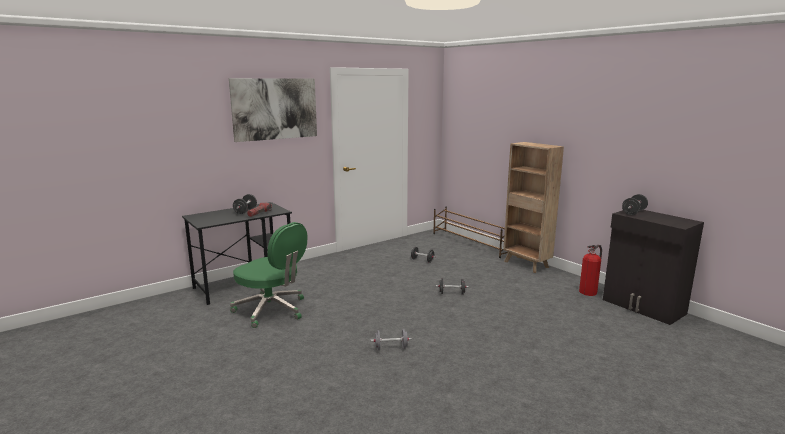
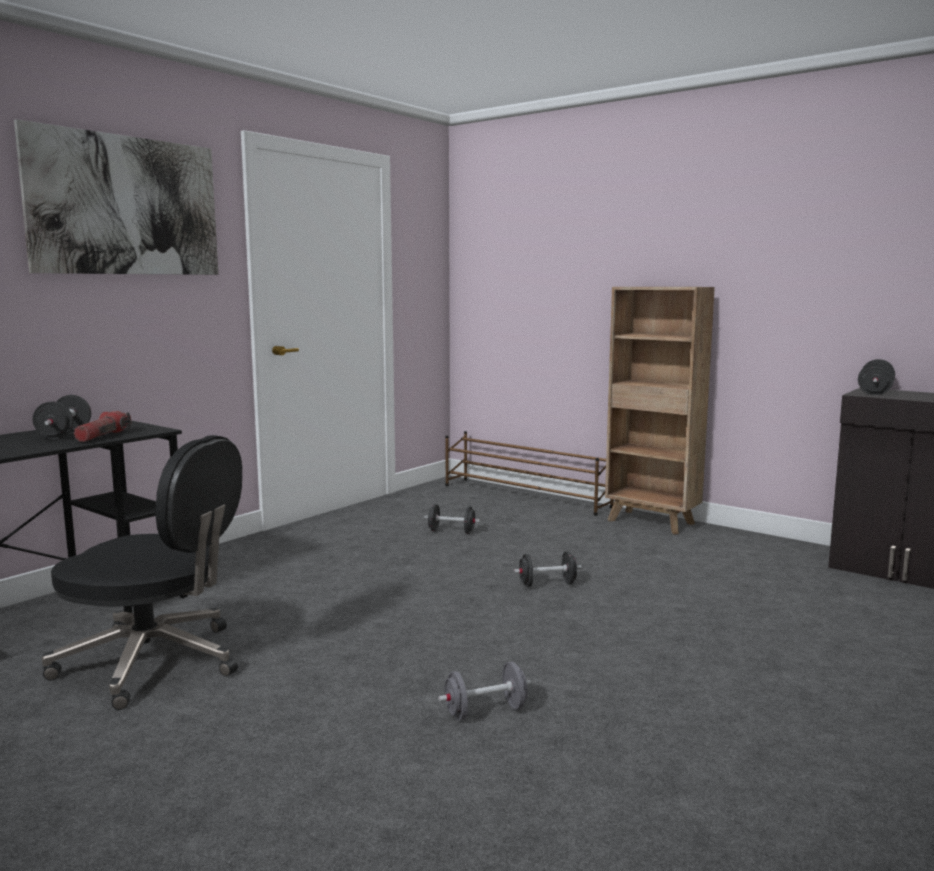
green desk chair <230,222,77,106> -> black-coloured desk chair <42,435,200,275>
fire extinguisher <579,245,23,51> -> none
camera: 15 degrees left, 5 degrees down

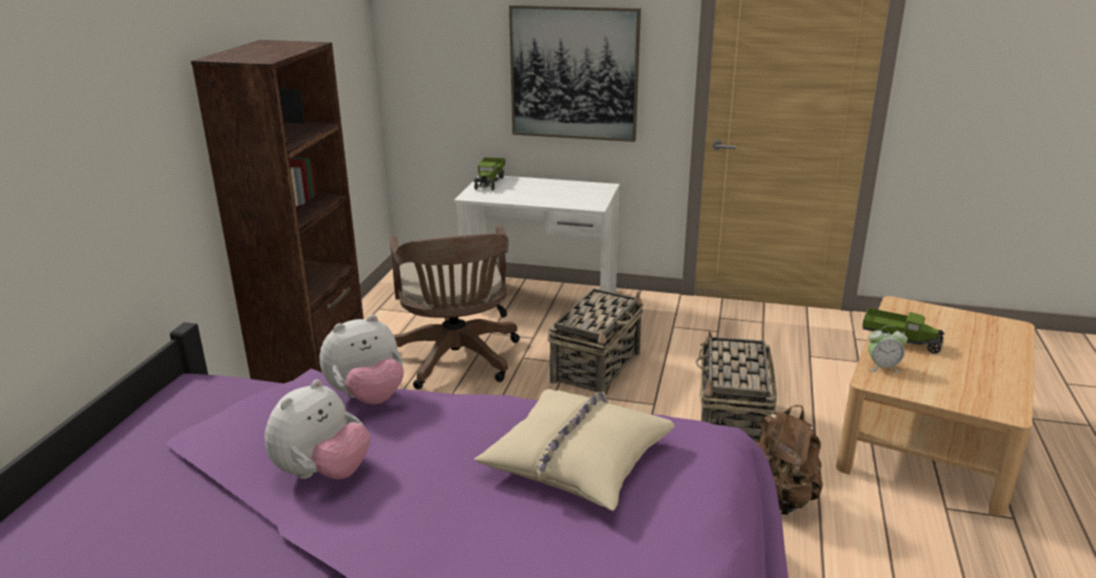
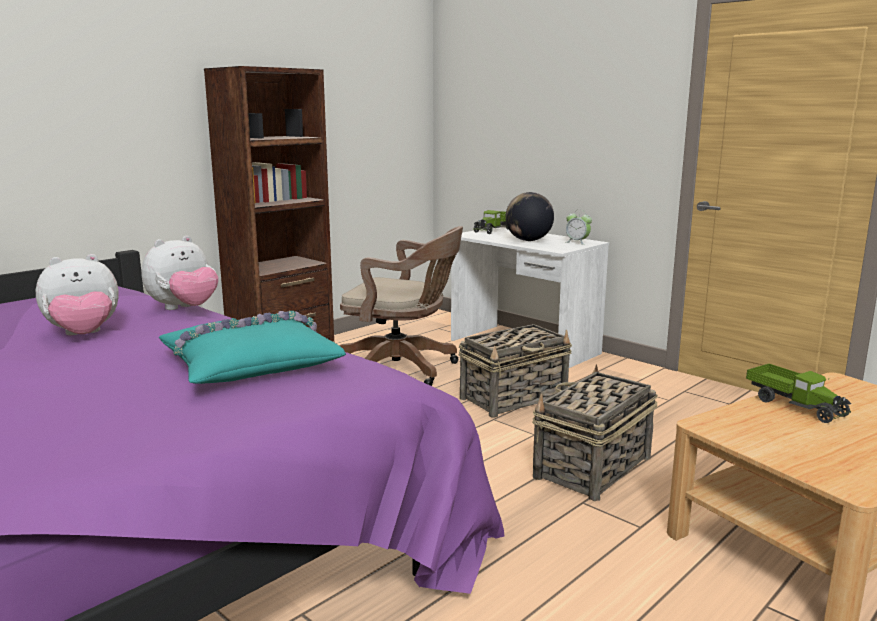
soft toy <320,315,84,89> -> soft toy <141,236,77,74>, 45 degrees counterclockwise
beige-coloured throw pillow <474,389,201,122> -> turquoise-coloured throw pillow <159,311,187,73>
brown desk chair <390,226,130,163> -> brown desk chair <339,226,124,160>, 90 degrees counterclockwise
none -> globe <505,192,49,49>
bedside clock <868,326,40,46> -> bedside clock <566,210,26,35>, moved
wall art <509,5,132,137> -> none
brown knapsack <756,405,67,110> -> none
camera: 30 degrees right, 10 degrees down

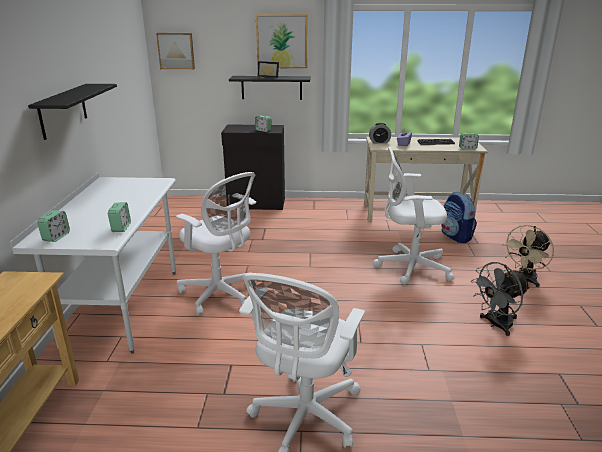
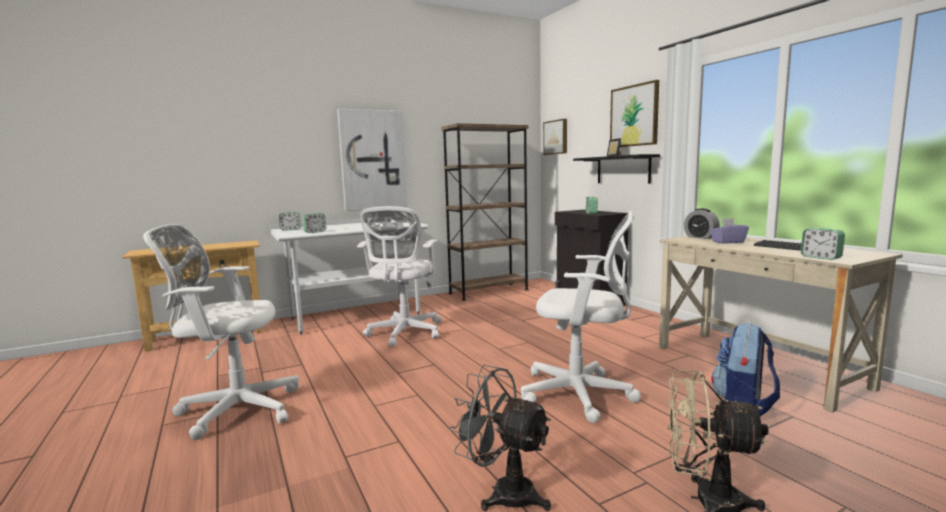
black-coloured shelf <28,84,89,56> -> wall art <337,109,70,102>
none -> brown bookshelf <441,123,88,178>
white desk chair <373,147,82,138> -> white desk chair <521,211,120,212>, 135 degrees clockwise
camera: 60 degrees right, 15 degrees down

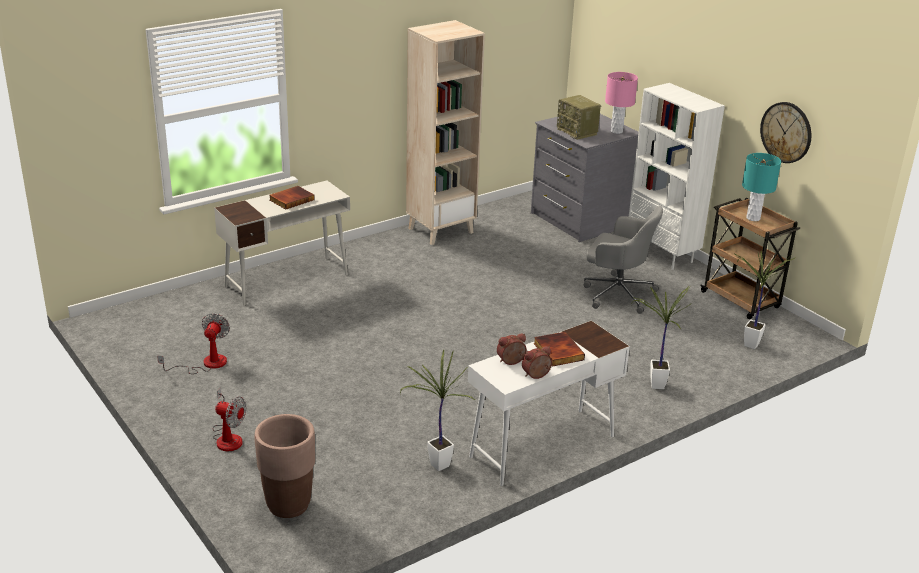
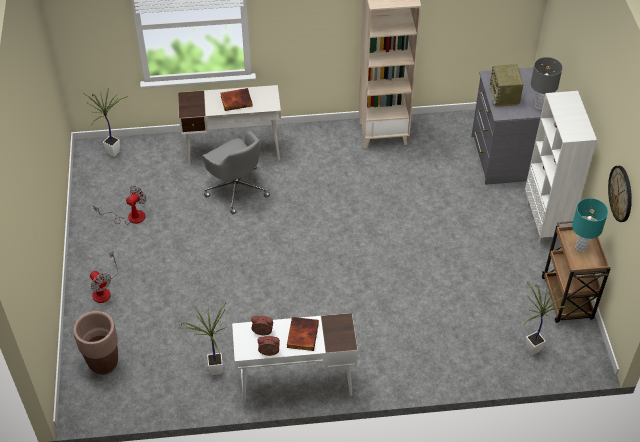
plant in a pot <631,286,61,103> -> plant in a pot <83,88,43,69>, moved
grey desk chair <584,206,79,108> -> grey desk chair <202,131,68,84>, moved
pink tabletop lamp <605,72,33,62> -> grey tabletop lamp <531,57,32,53>
camera: 30 degrees right, 20 degrees up

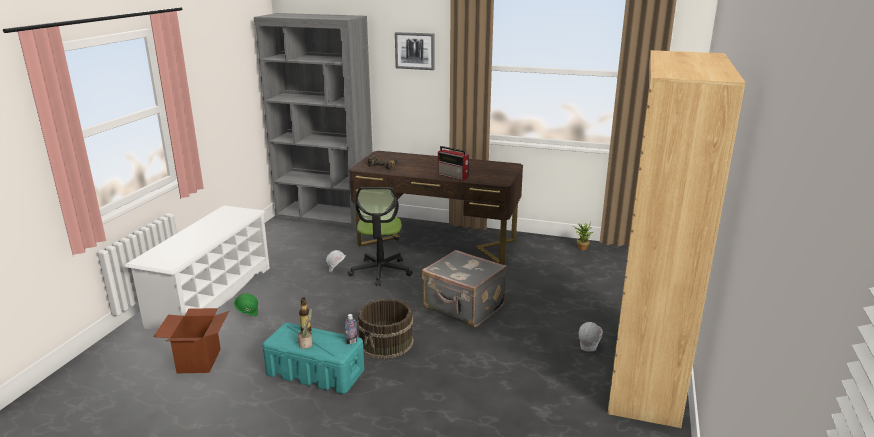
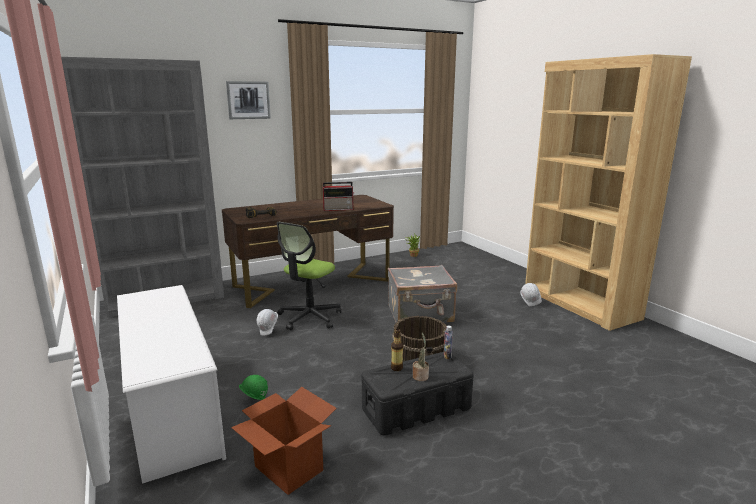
desk chair <348,187,64,99> -> desk chair <277,222,64,108>, 75 degrees clockwise
turquoise-coloured storage container <263,323,101,71> -> black-coloured storage container <362,352,112,84>
camera: 45 degrees left, 5 degrees down

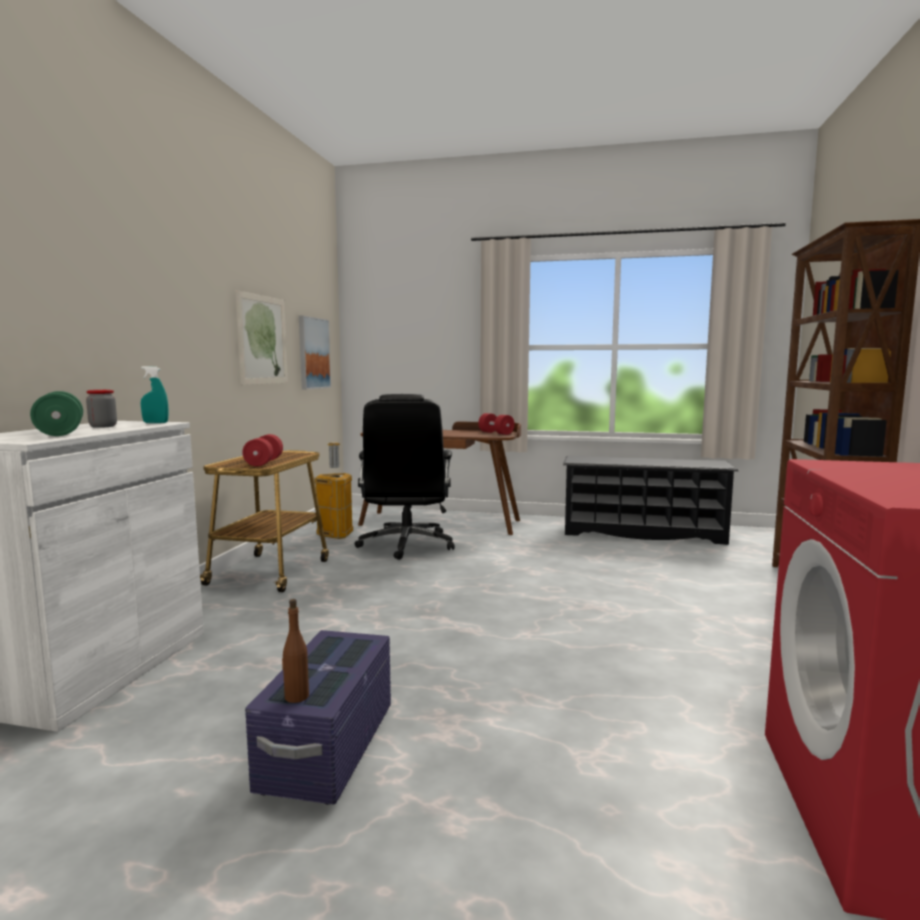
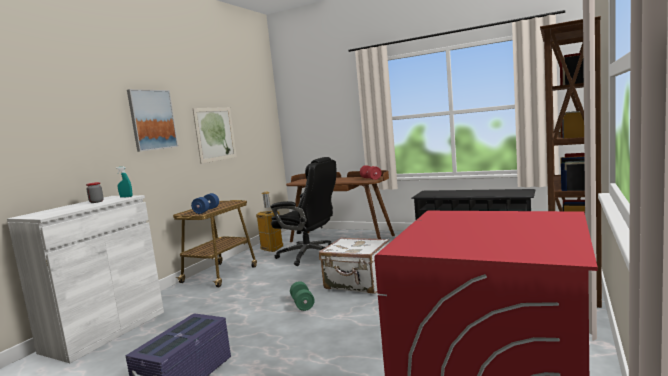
wall art <299,316,32,74> -> wall art <127,89,51,63>, moved
red-coloured hand weight <242,434,41,32> -> blue-coloured hand weight <191,193,28,21>
black-coloured desk chair <355,394,100,166> -> black-coloured desk chair <271,157,66,109>, 75 degrees counterclockwise
green hand weight <30,391,53,45> -> green hand weight <290,281,25,30>, moved
none -> white travel case <319,237,71,57>
brown drink bottle <282,599,27,104> -> none
camera: 15 degrees right, 0 degrees up

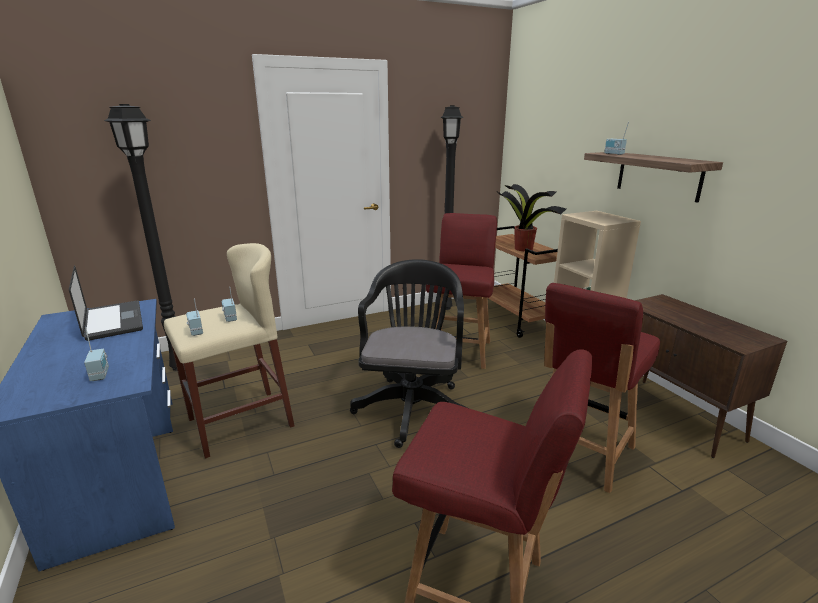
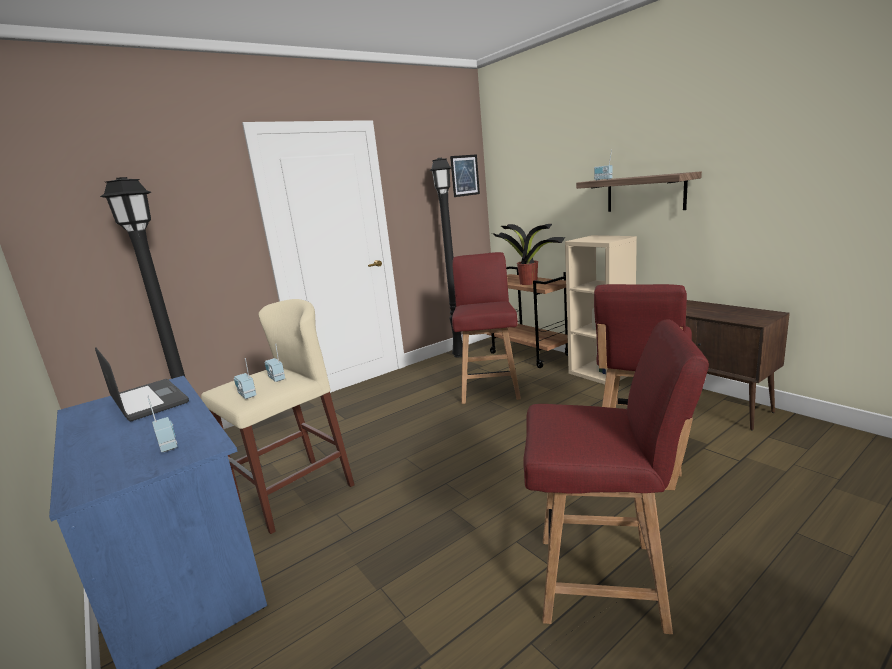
none -> wall art <450,154,30,43>
black-coloured desk chair <350,259,118,189> -> none
camera: 10 degrees left, 5 degrees down

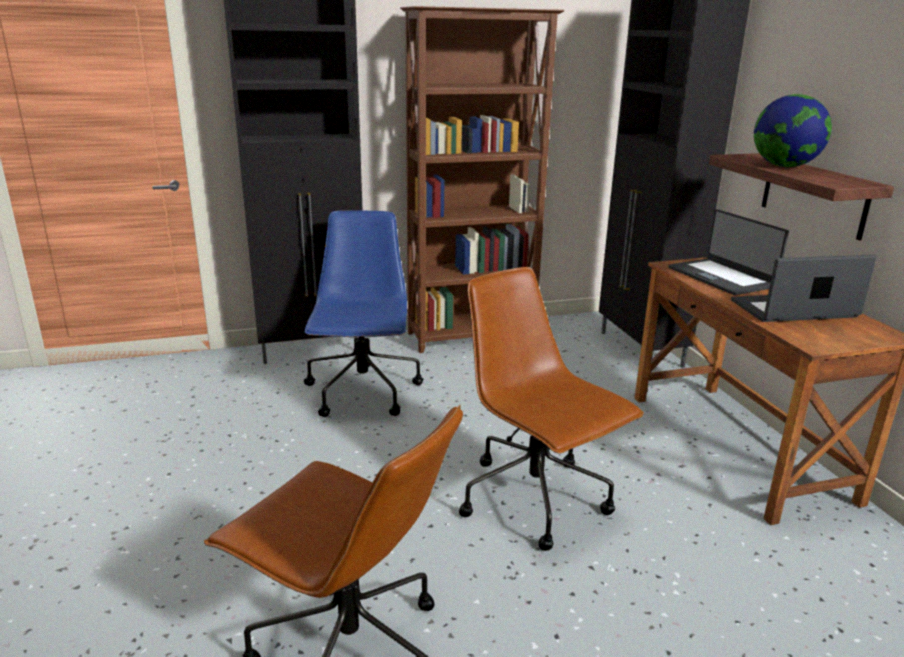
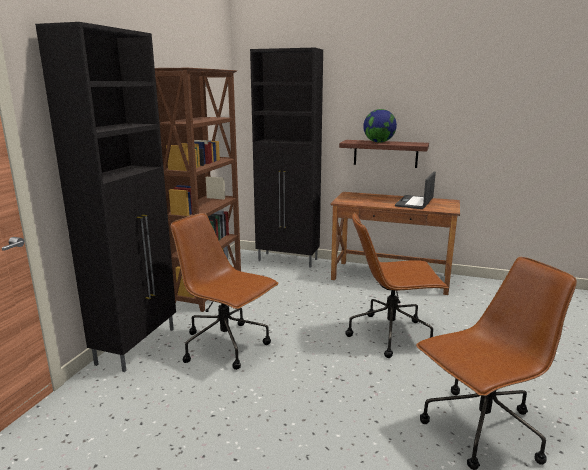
blue-coloured desk chair <304,210,119,207> -> brown desk chair <171,213,107,157>
portable computer <669,209,120,86> -> none
camera: 55 degrees left, 5 degrees down

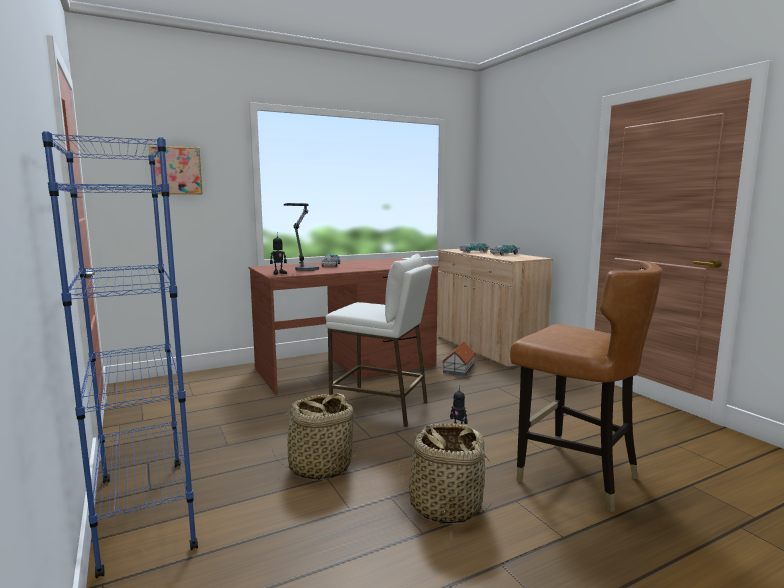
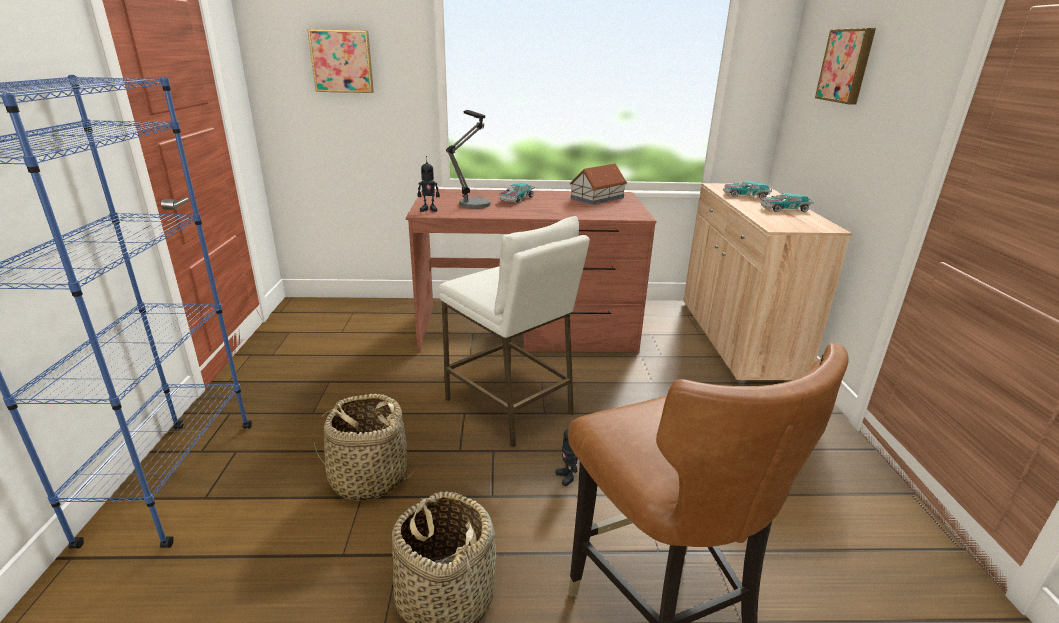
miniature house <442,342,34,34> -> miniature house <570,164,57,41>, moved
none -> wall art <815,28,61,77>
camera: 25 degrees right, 15 degrees up

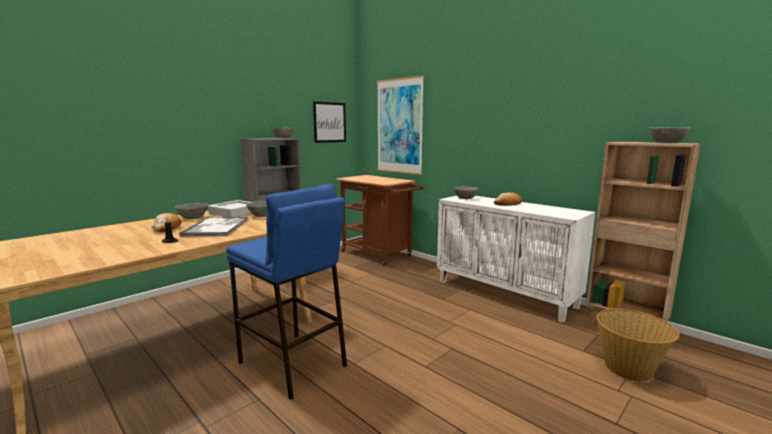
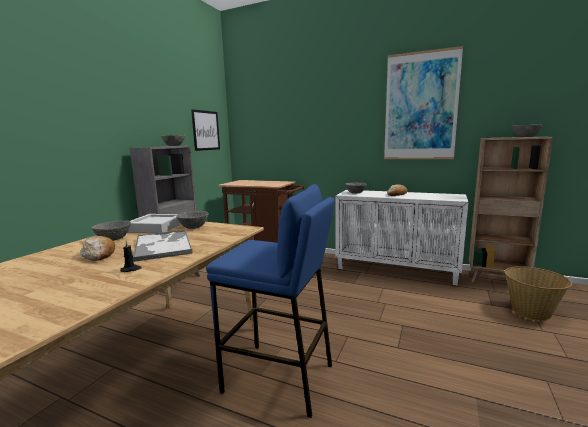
wall art <377,75,47,100> -> wall art <384,46,79,113>, moved
camera: 20 degrees left, 0 degrees up

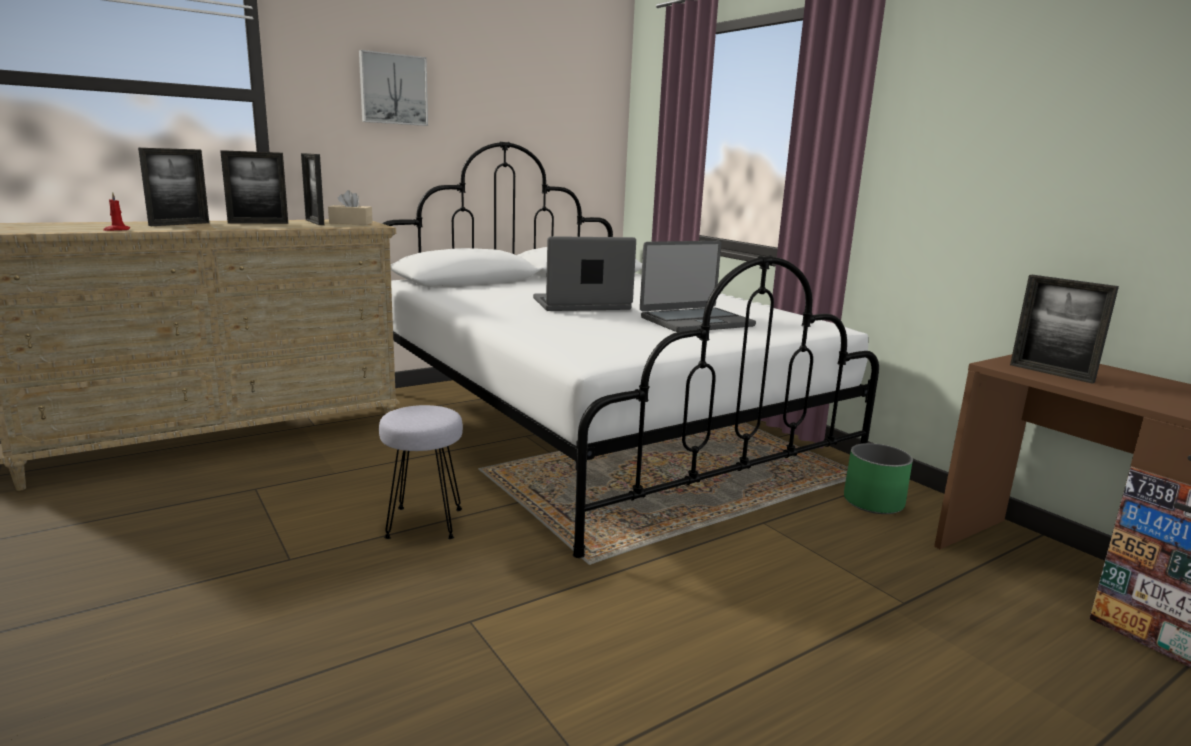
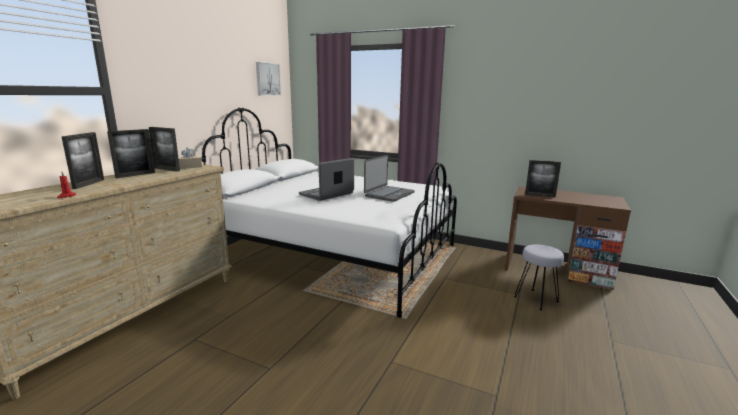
wall art <359,50,69,76> -> wall art <256,62,25,34>, moved
grey stool <379,405,84,134> -> grey stool <514,244,50,66>, moved
green flower pot <844,443,69,71> -> none
camera: 30 degrees left, 0 degrees up

